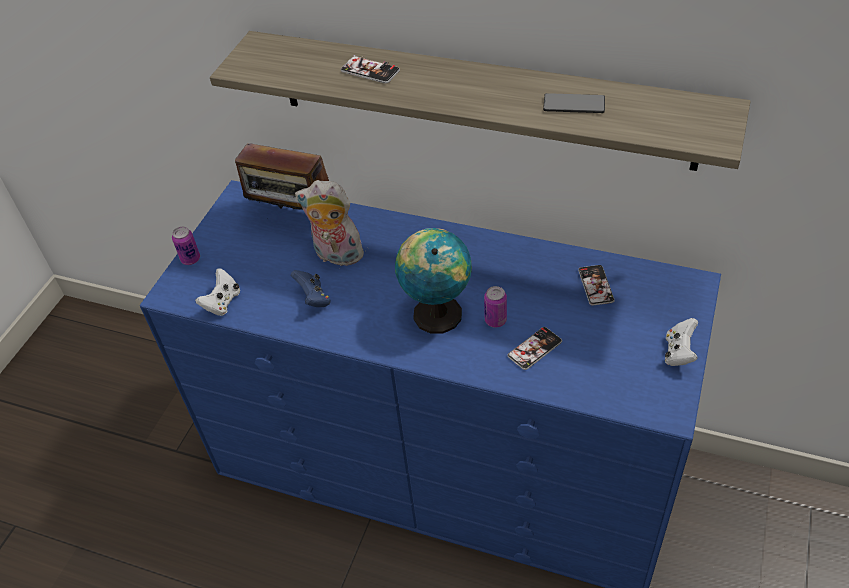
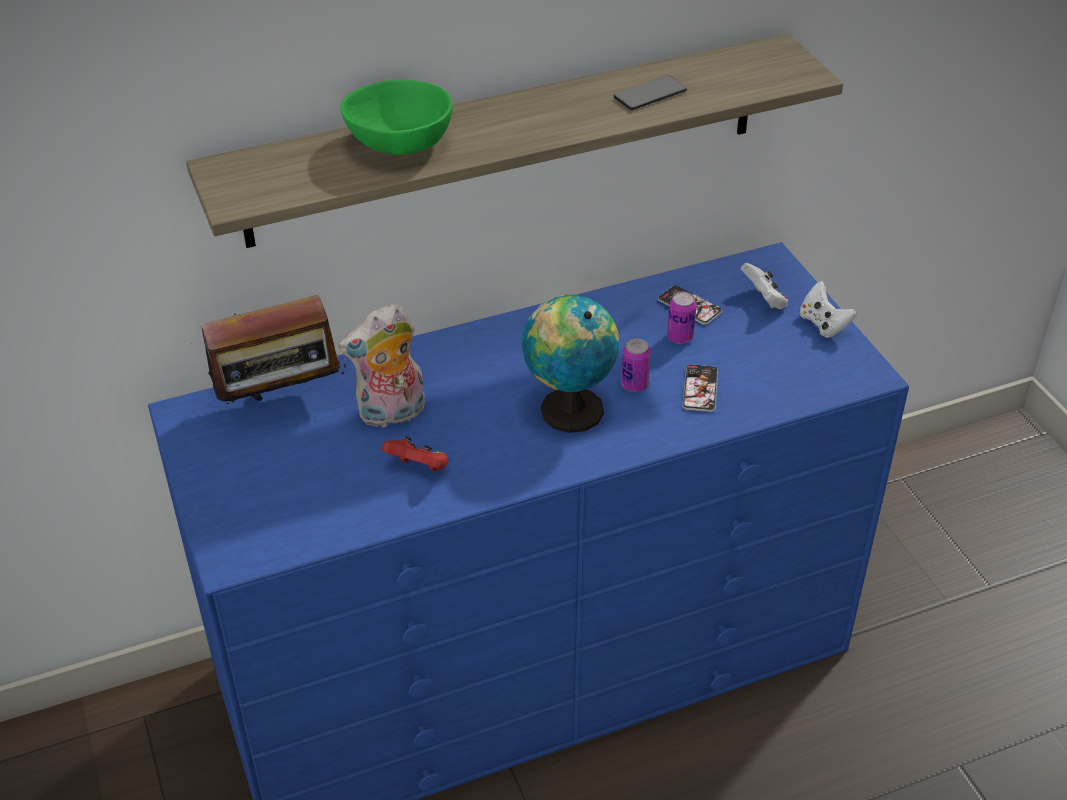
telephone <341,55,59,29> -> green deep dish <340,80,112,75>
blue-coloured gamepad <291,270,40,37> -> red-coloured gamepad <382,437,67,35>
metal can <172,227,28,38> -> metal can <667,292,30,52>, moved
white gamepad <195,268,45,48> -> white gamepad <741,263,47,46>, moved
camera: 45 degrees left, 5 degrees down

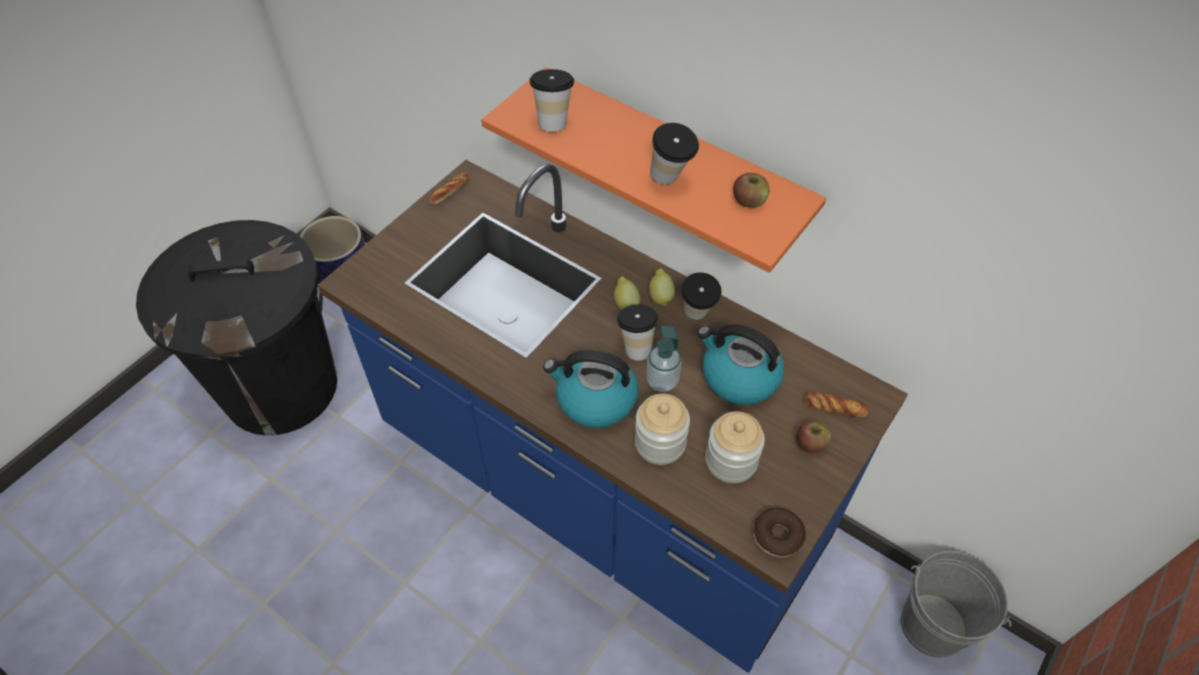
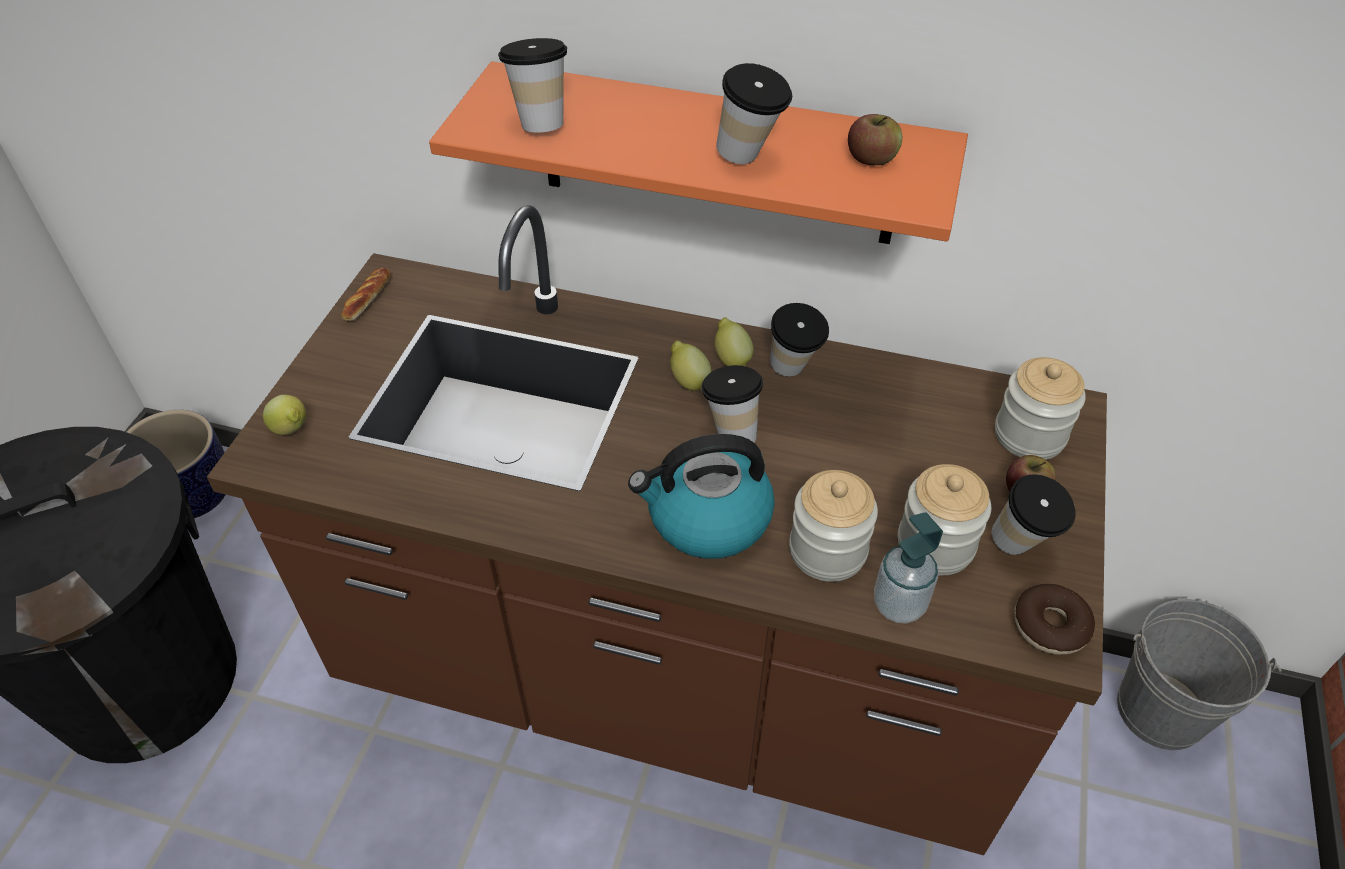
blue-coloured kitchen base unit <317,160,591,513> -> brown kitchen base unit <207,205,900,650>
none -> lemon <263,395,43,40>
soap bottle <646,326,35,66> -> soap bottle <874,513,69,111>, moved
none -> small cup <992,474,84,81>
bread <805,392,63,25> -> preserve jar <995,357,91,103>
water kettle <697,324,87,81> -> none
camera: 20 degrees left, 5 degrees down

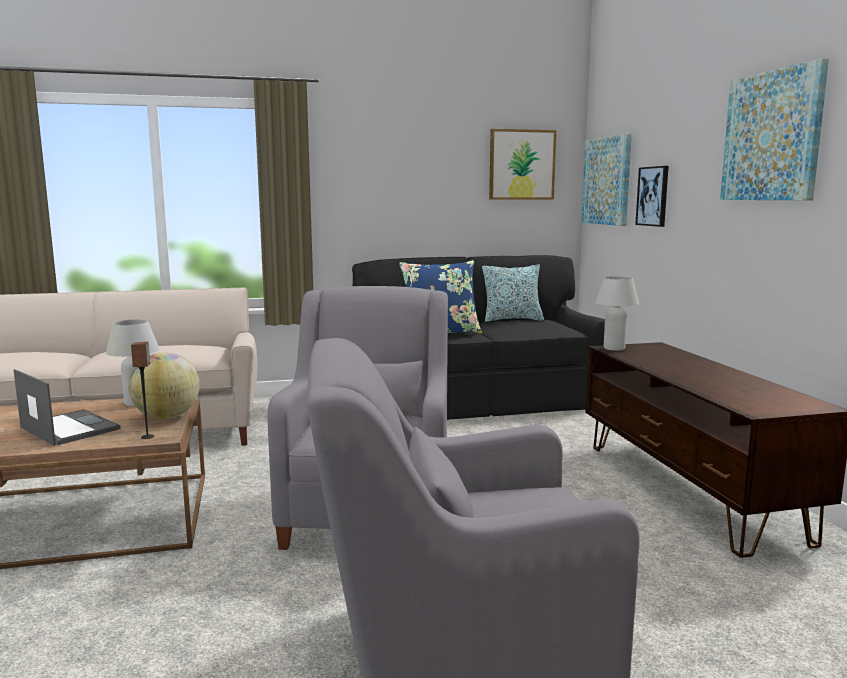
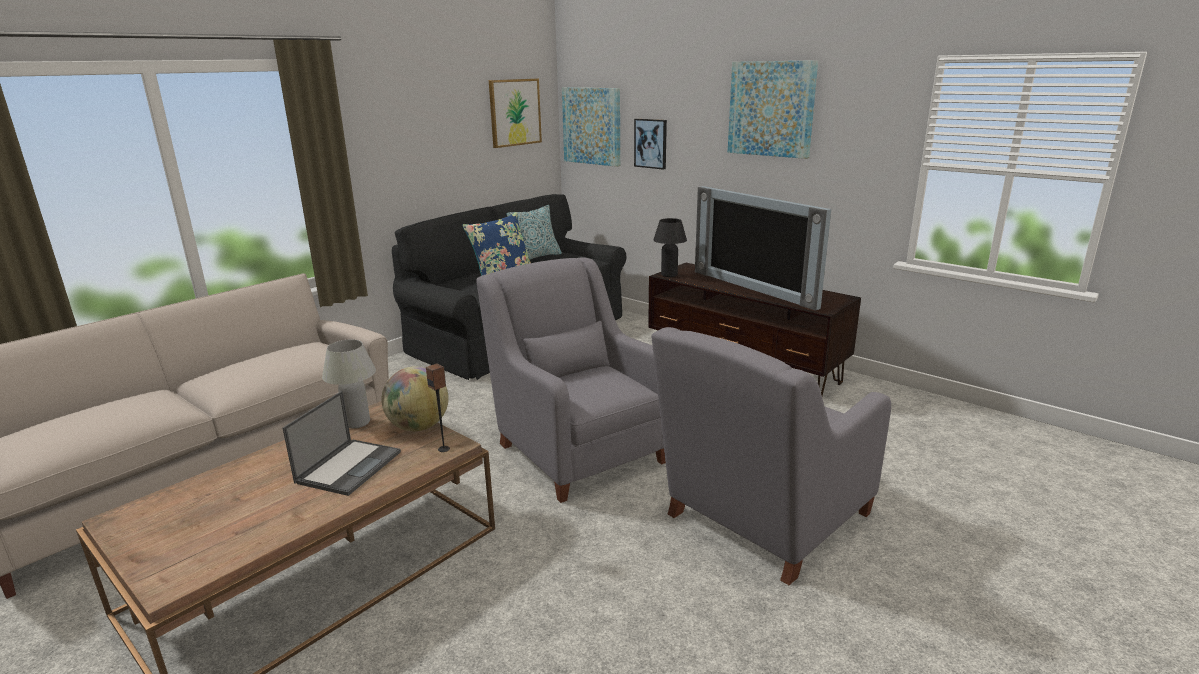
portable computer <14,369,107,77> -> portable computer <283,391,118,105>, 105 degrees clockwise
white tabletop lamp <595,276,44,75> -> black-coloured tabletop lamp <653,218,34,59>
none -> TV set <695,186,136,125>
camera: 35 degrees left, 10 degrees up

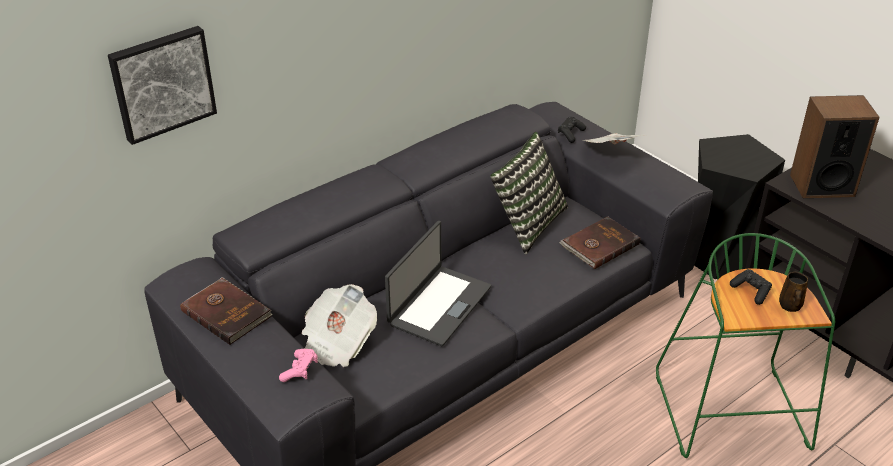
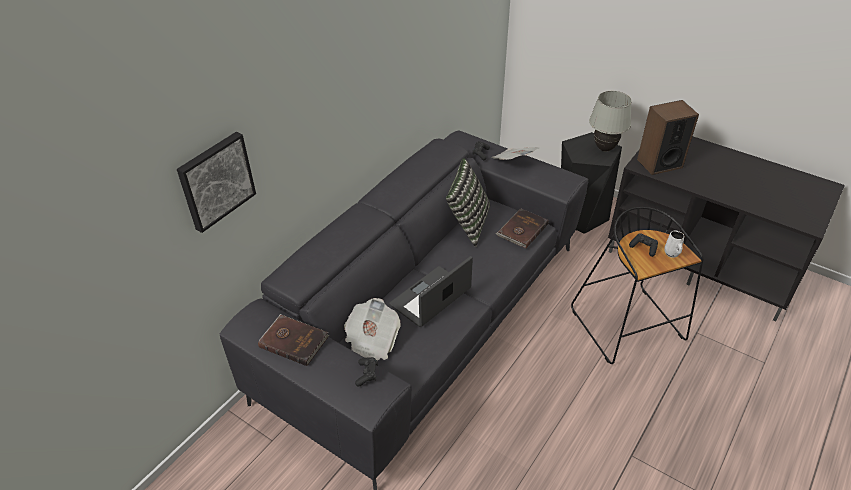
pink gamepad <279,349,39,33> -> black-coloured gamepad <355,357,23,30>
portable computer <385,221,106,125> -> portable computer <389,256,84,71>, 150 degrees counterclockwise
green stool <656,233,179,225> -> black-coloured stool <571,207,133,157>
none -> white tabletop lamp <589,91,43,60>
brown mug <779,272,29,40> -> white mug <664,230,21,28>
camera: 15 degrees left, 5 degrees up

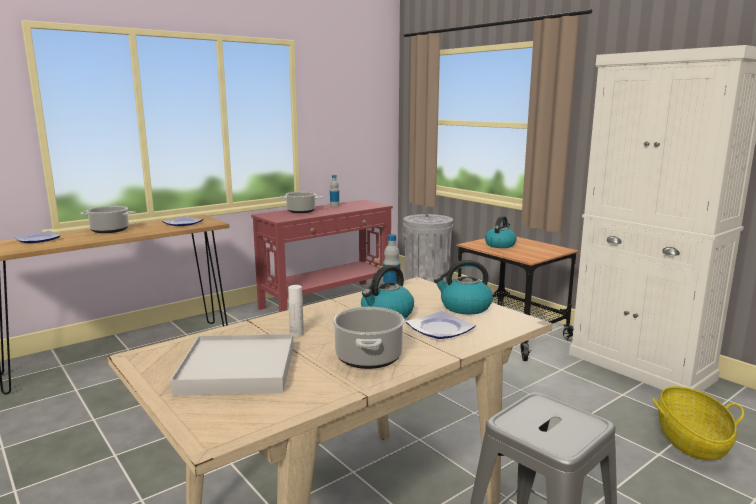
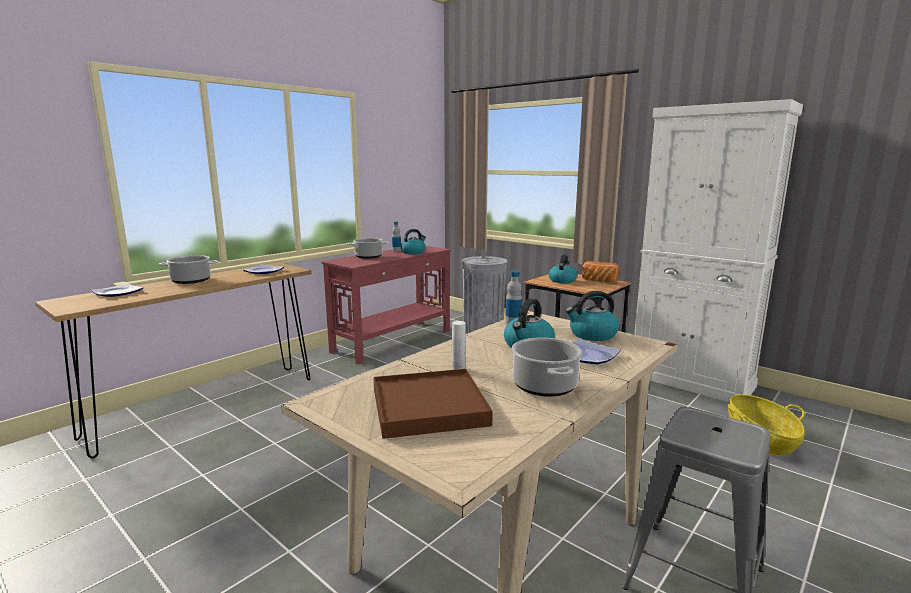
white serving tray <170,334,124,62> -> brown serving tray <373,369,120,70>
none -> water kettle <401,229,25,25>
none -> bread <582,261,38,21>
camera: 10 degrees left, 0 degrees up

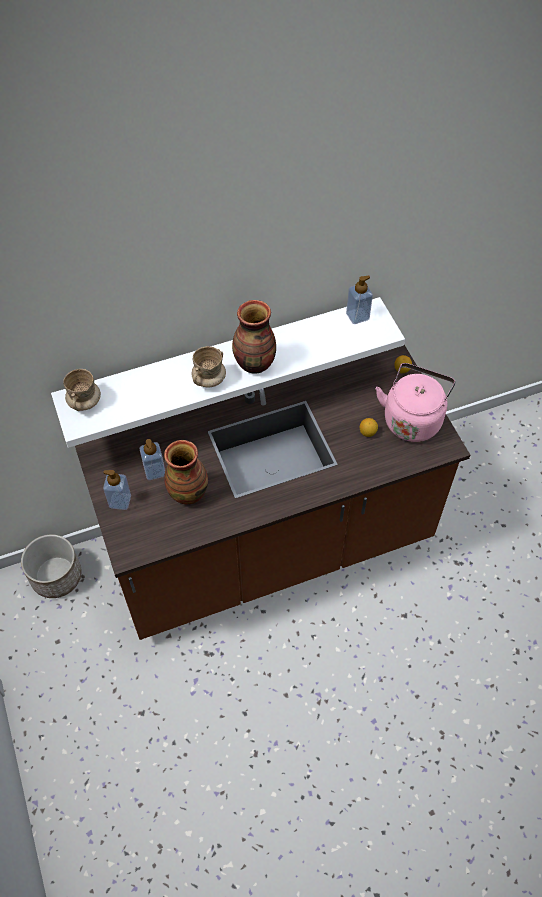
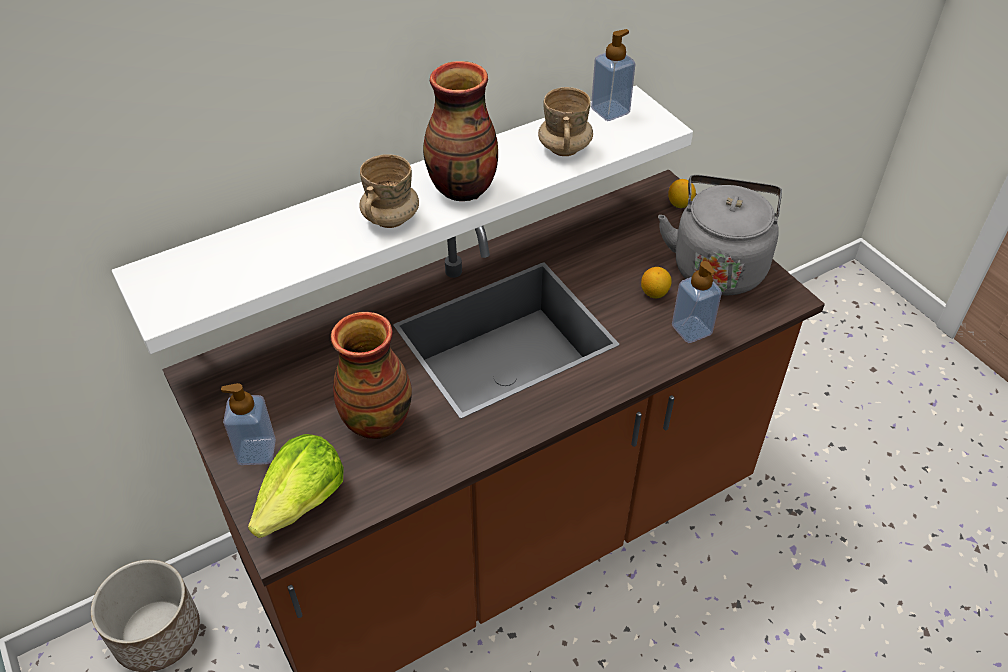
none -> lettuce head <248,434,96,104>
beige-coloured mug <63,369,38,42> -> beige-coloured mug <538,87,55,69>, moved
pink water kettle <376,363,80,79> -> grey water kettle <658,175,124,120>
soap bottle <140,439,25,41> -> soap bottle <672,261,50,82>, moved
camera: 10 degrees left, 10 degrees down

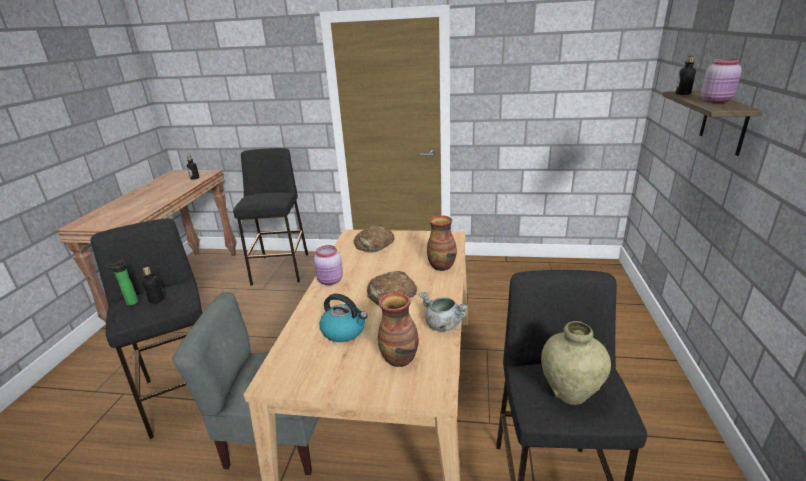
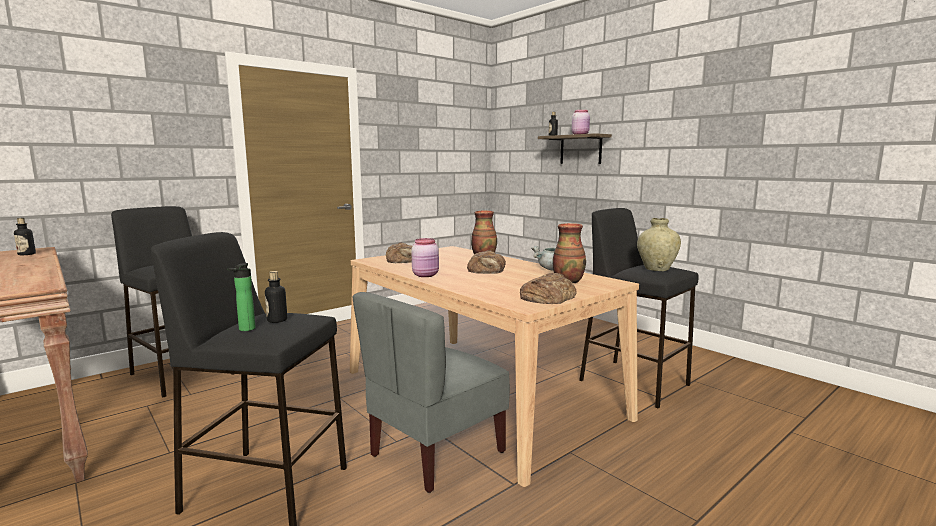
none -> bread <520,273,56,31>
water kettle <320,294,47,48> -> none
camera: 50 degrees left, 15 degrees down

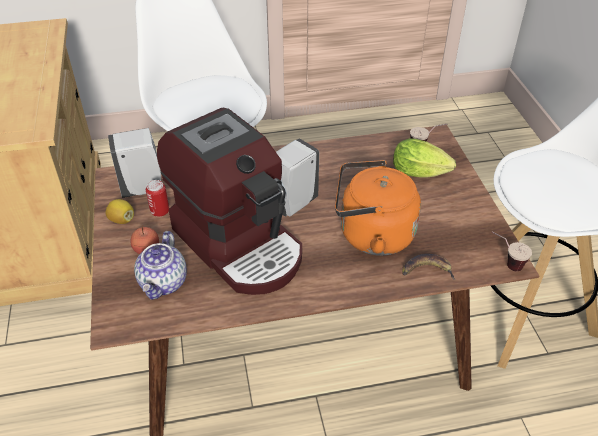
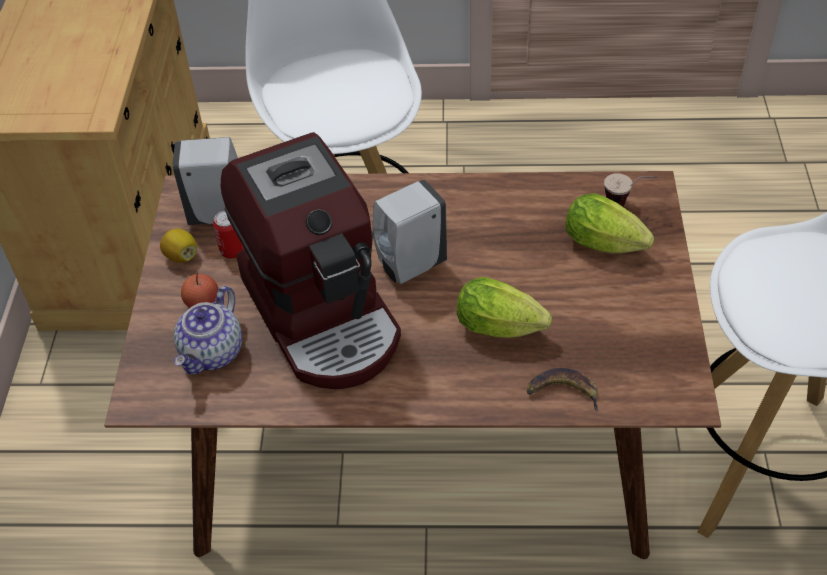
orangey water kettle <335,160,86,96> -> lettuce head <457,277,95,61>
small cup <492,231,40,40> -> none
camera: 15 degrees right, 5 degrees up

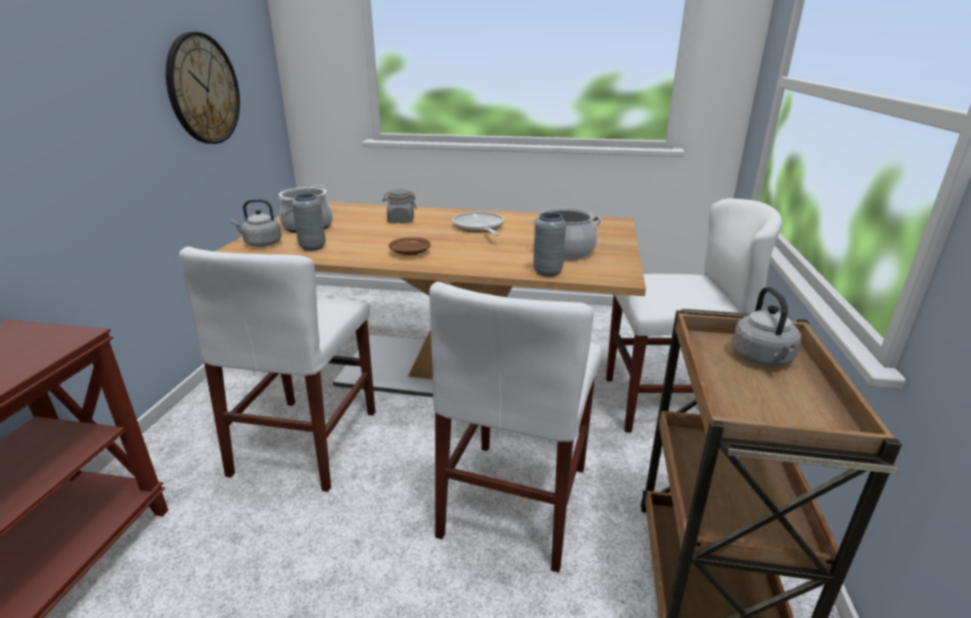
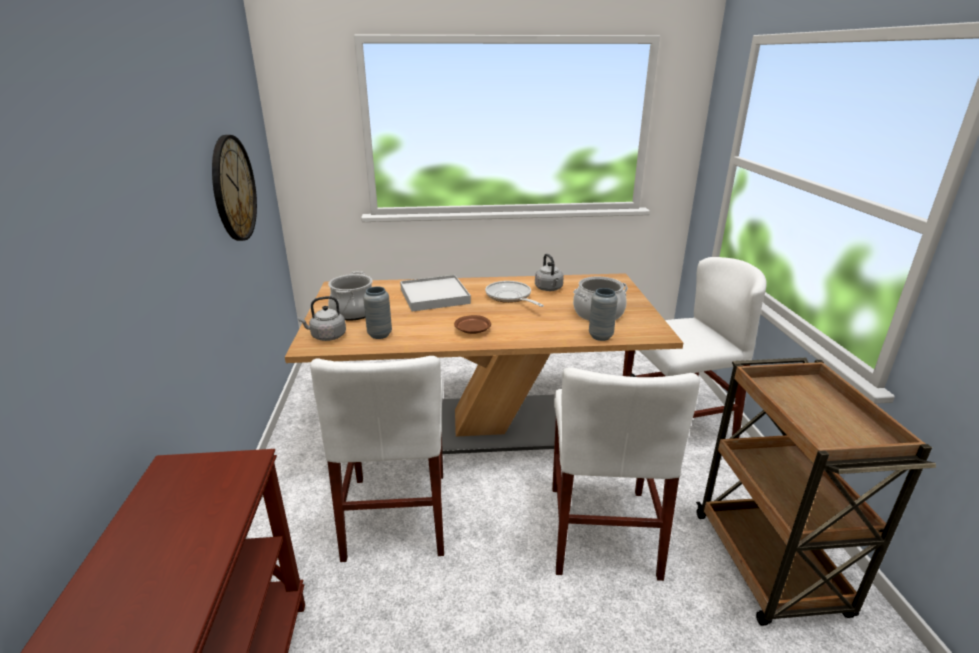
grey preserve jar <382,189,35,34> -> white serving tray <400,275,71,37>
grey water kettle <732,287,69,80> -> grey water kettle <535,254,29,37>, moved
camera: 15 degrees left, 0 degrees up

